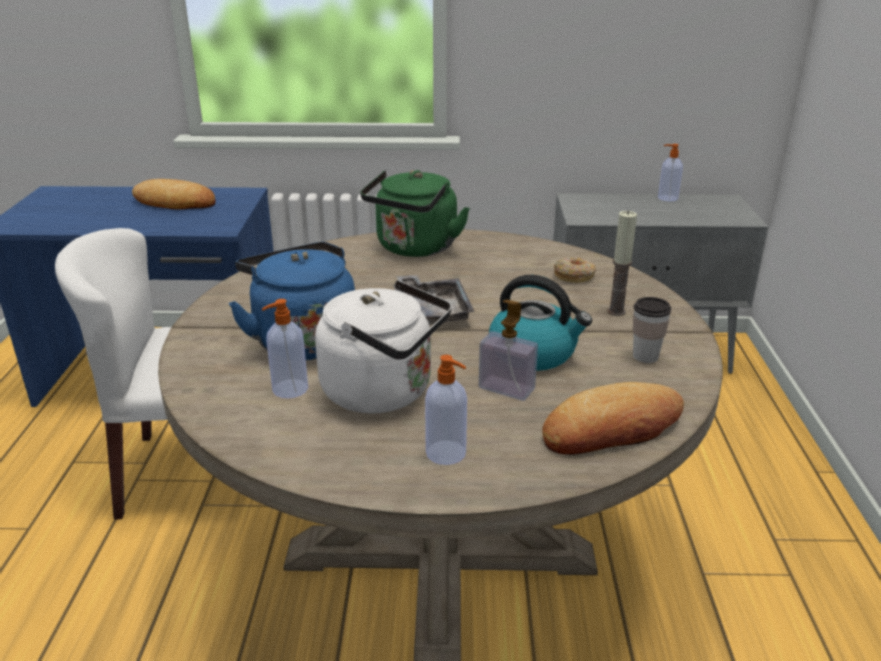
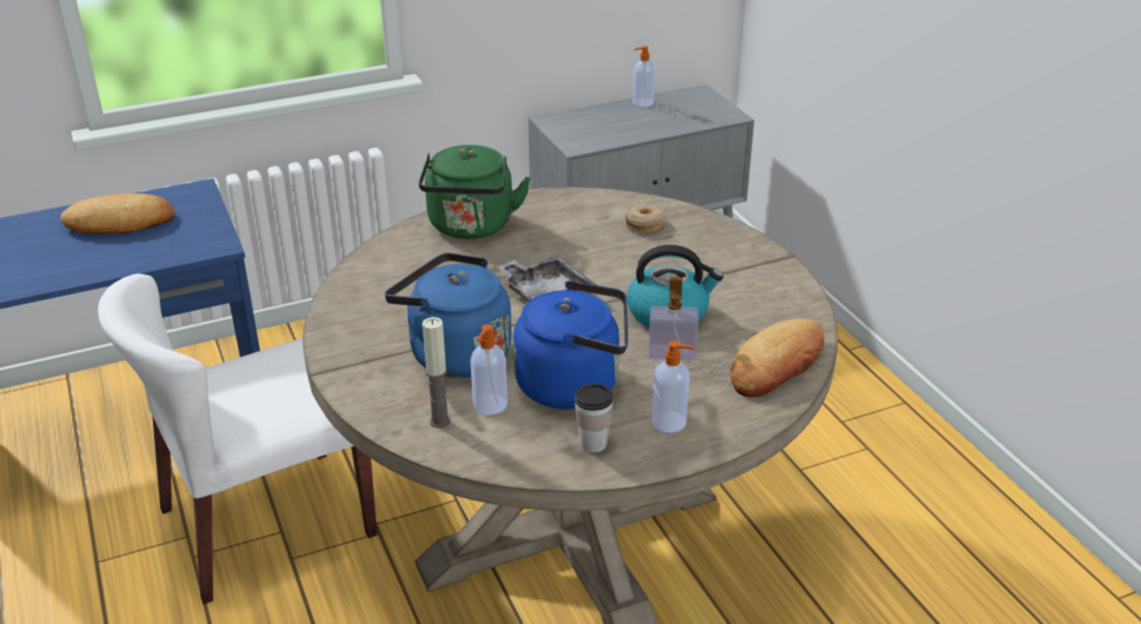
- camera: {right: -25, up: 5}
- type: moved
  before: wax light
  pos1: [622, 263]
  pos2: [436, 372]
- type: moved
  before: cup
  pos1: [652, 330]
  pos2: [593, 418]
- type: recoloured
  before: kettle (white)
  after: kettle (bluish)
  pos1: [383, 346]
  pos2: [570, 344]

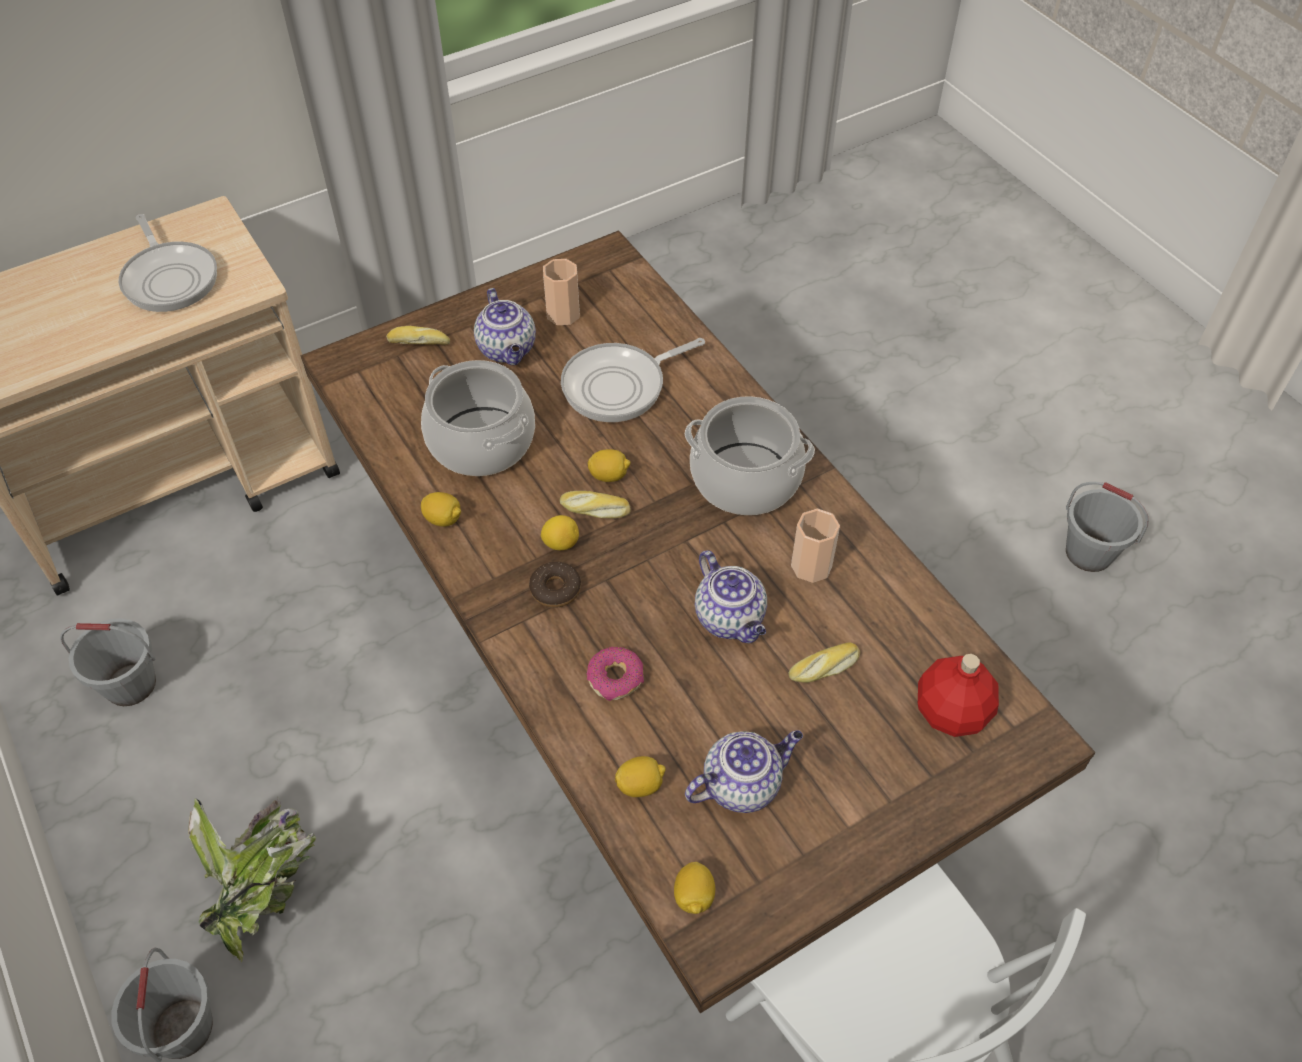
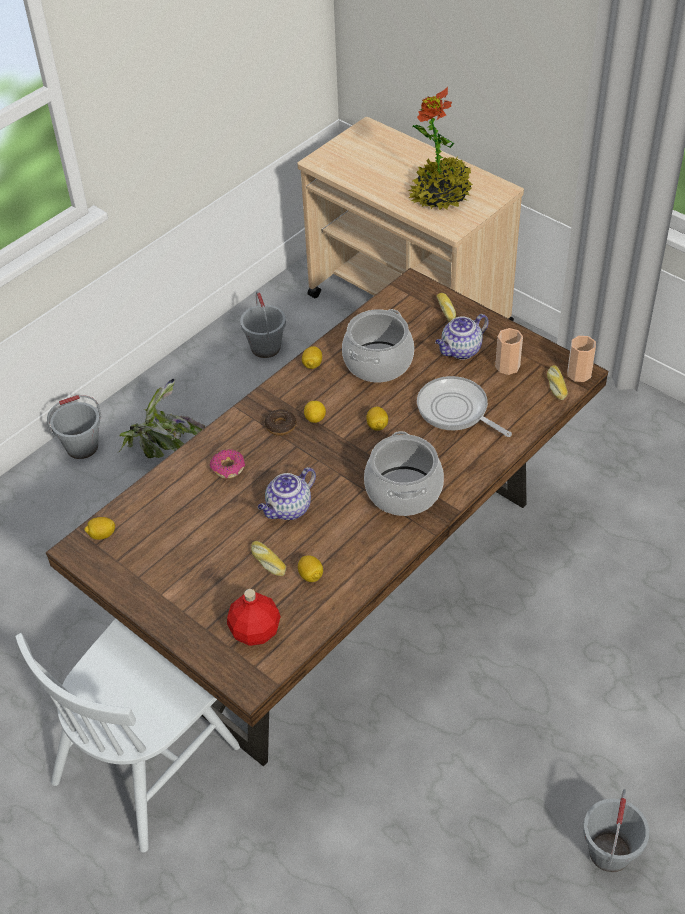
- camera: {right: 75, up: -5}
- type: removed
  before: pot for tea
  pos1: [744, 771]
- type: moved
  before: bakery bread
  pos1: [595, 505]
  pos2: [557, 382]
- type: moved
  before: citrus fruit
  pos1: [640, 776]
  pos2: [310, 568]
- type: moved
  before: cup
  pos1: [815, 546]
  pos2: [582, 359]
- type: replaced
  before: frying pan
  after: plant in a pot
  pos1: [167, 263]
  pos2: [440, 148]

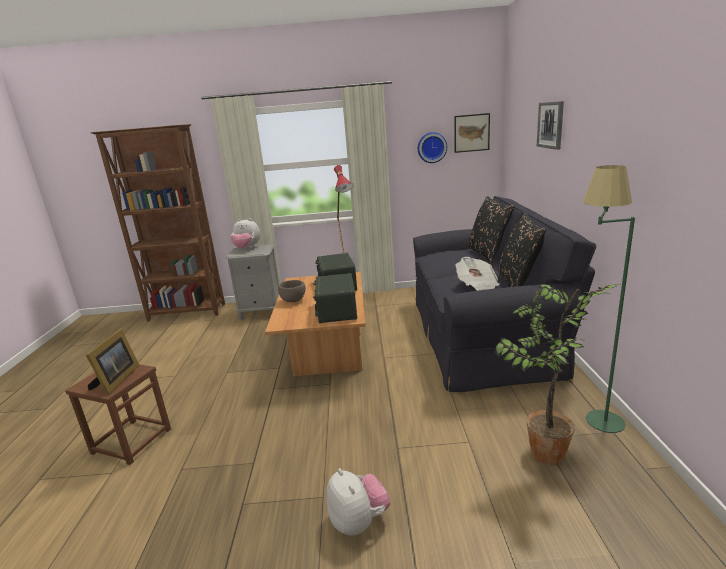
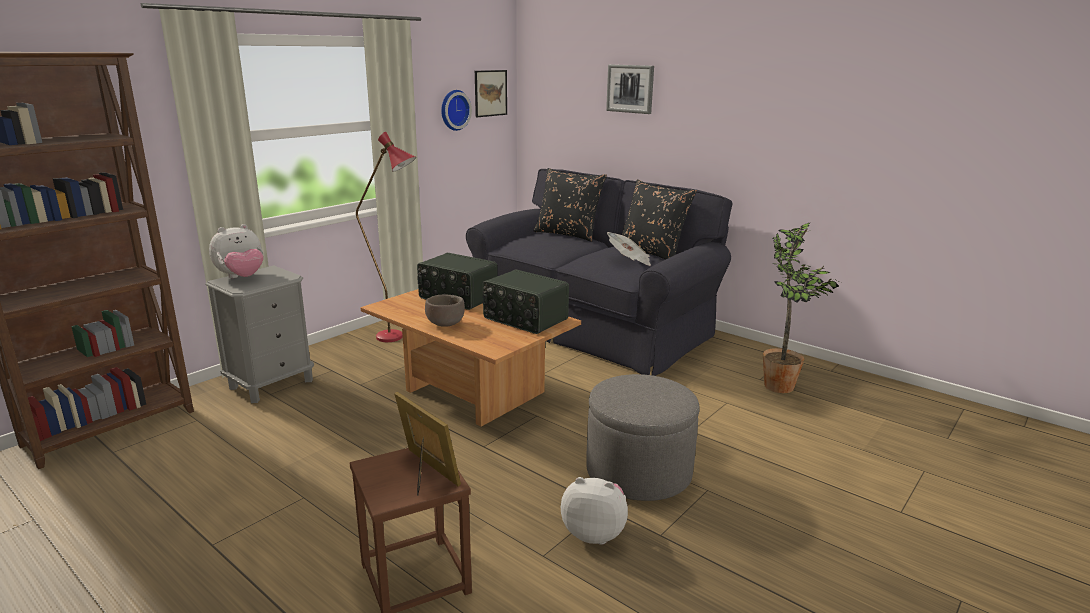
- camera: {right: -50, up: 0}
- type: removed
  before: standing lamp (green-coloured)
  pos1: [609, 299]
- type: added
  after: ottoman (gray)
  pos2: [643, 437]
- type: moved
  before: plush toy
  pos1: [358, 502]
  pos2: [594, 511]

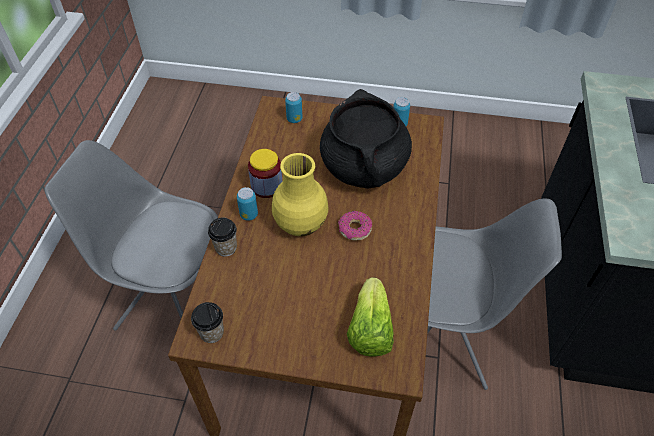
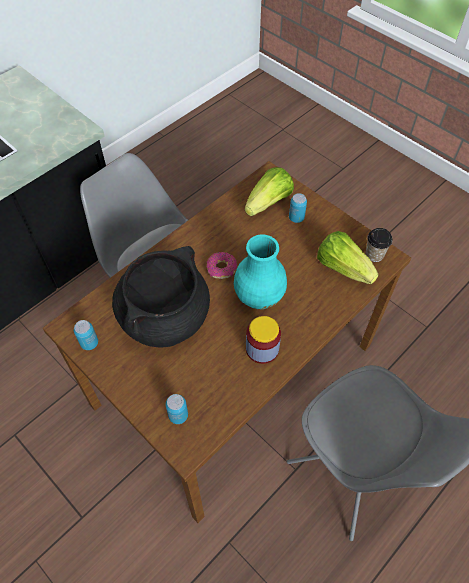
- camera: {right: -145, up: 5}
- type: removed
  before: cup
  pos1: [222, 237]
- type: added
  after: lettuce head
  pos2: [348, 257]
- type: moved
  before: metal can
  pos1: [247, 204]
  pos2: [298, 208]
- type: recoloured
  before: decorative vase (yellowish)
  after: decorative vase (blue-green)
  pos1: [300, 194]
  pos2: [260, 271]

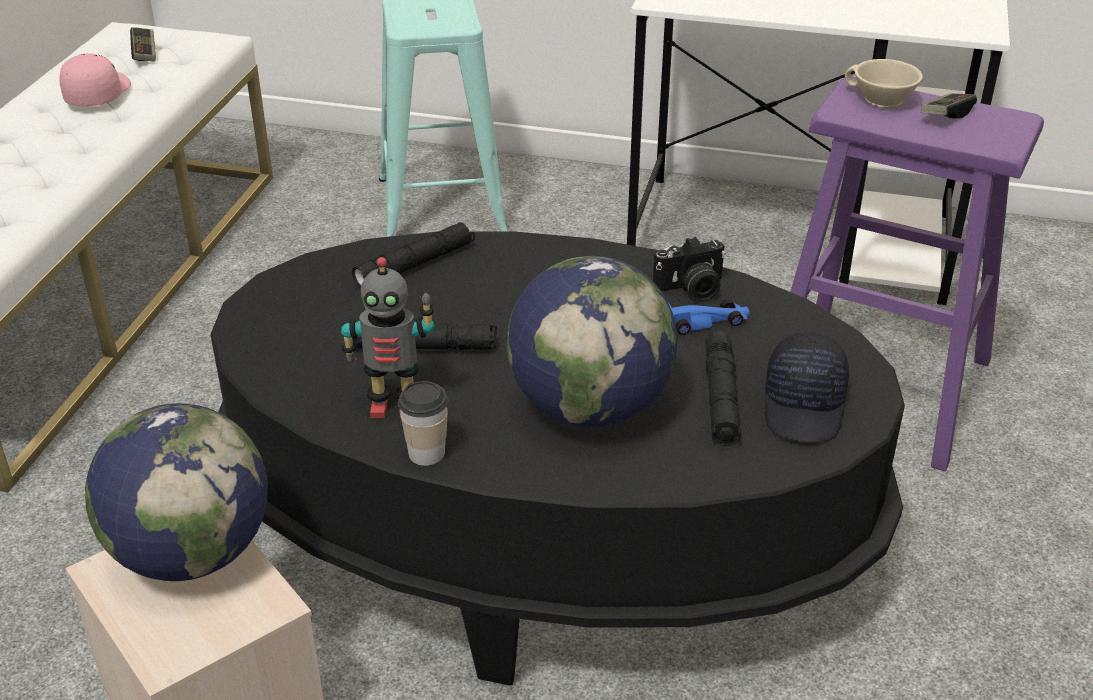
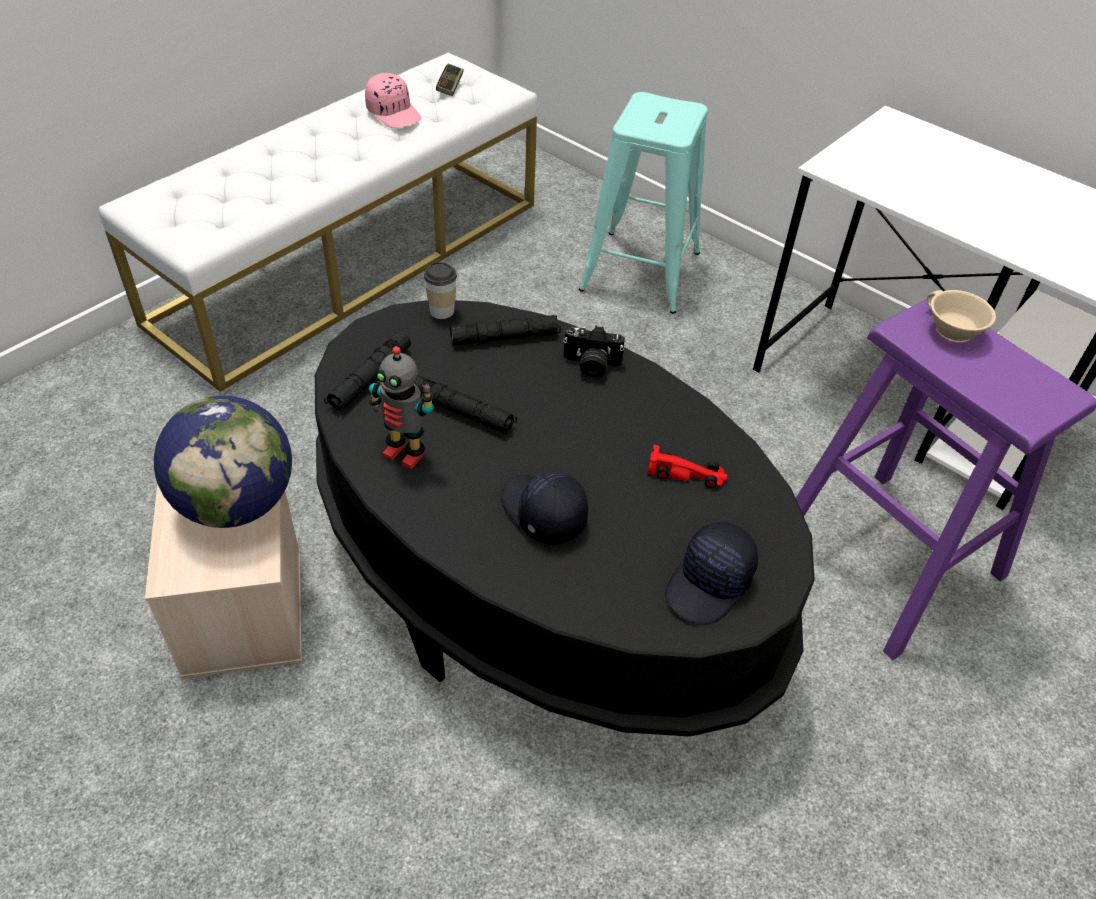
- camera: {right: 25, up: 10}
- type: removed
  before: joypad
  pos1: [949, 106]
- type: moved
  before: cup
  pos1: [423, 423]
  pos2: [440, 290]
- type: moved
  before: photo camera
  pos1: [689, 269]
  pos2: [594, 352]
- type: moved
  before: torch (black)
  pos1: [723, 387]
  pos2: [367, 372]
- type: replaced
  before: desk globe
  after: cap (black)
  pos1: [592, 341]
  pos2: [544, 508]
- type: recoloured
  before: model car (bluish)
  after: model car (red-coloured)
  pos1: [708, 317]
  pos2: [687, 466]
- type: turned
  before: cap (pink)
  pos1: [95, 80]
  pos2: [393, 100]
  turn: 105

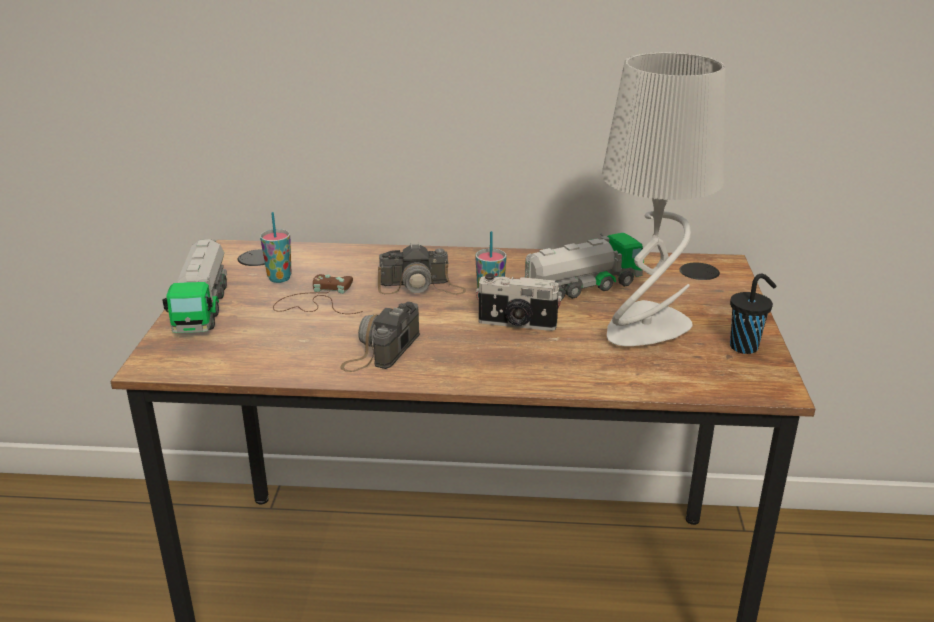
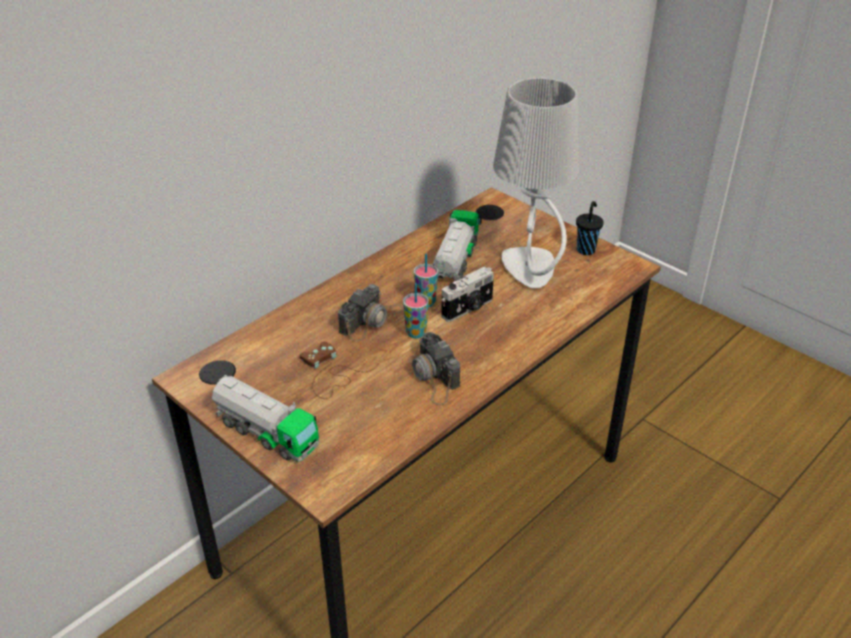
- camera: {right: -50, up: 10}
- type: moved
  before: cup
  pos1: [276, 247]
  pos2: [416, 310]

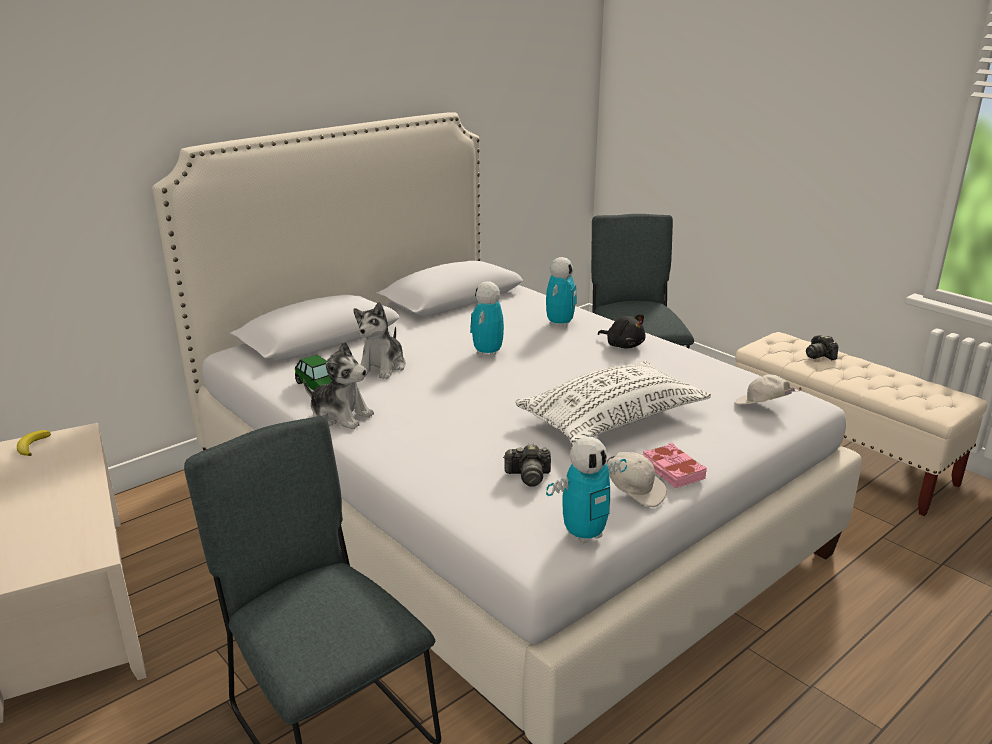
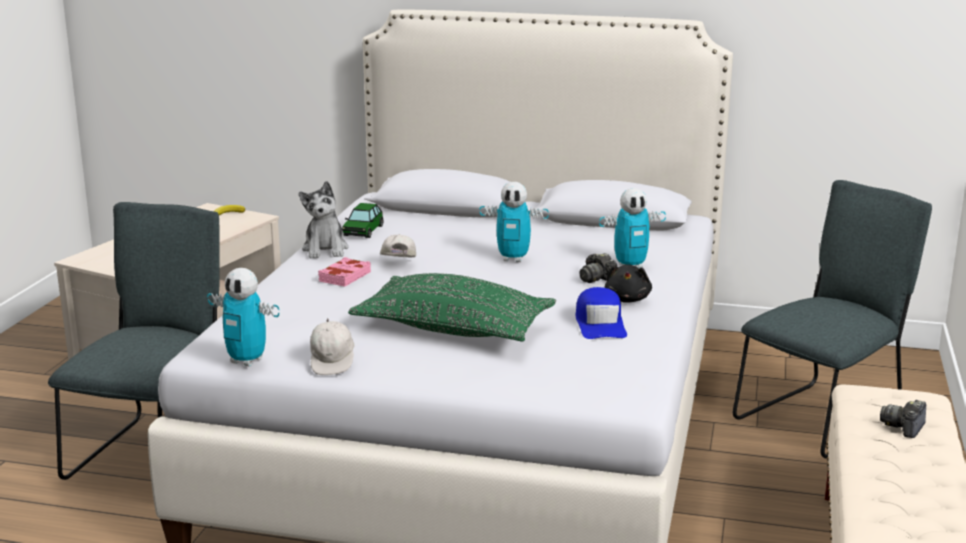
- camera: {right: 55, up: -5}
- type: removed
  before: plush toy
  pos1: [380, 340]
- type: added
  after: cap (bluish)
  pos2: [601, 313]
- type: moved
  before: photo camera
  pos1: [527, 465]
  pos2: [598, 268]
- type: moved
  before: book (pink)
  pos1: [675, 465]
  pos2: [344, 272]
- type: moved
  before: cap (white)
  pos1: [768, 389]
  pos2: [398, 246]
- type: recoloured
  before: throw pillow (white)
  after: throw pillow (green-coloured)
  pos1: [613, 403]
  pos2: [452, 307]
- type: turned
  before: robot figure
  pos1: [487, 319]
  pos2: [514, 222]
  turn: -150

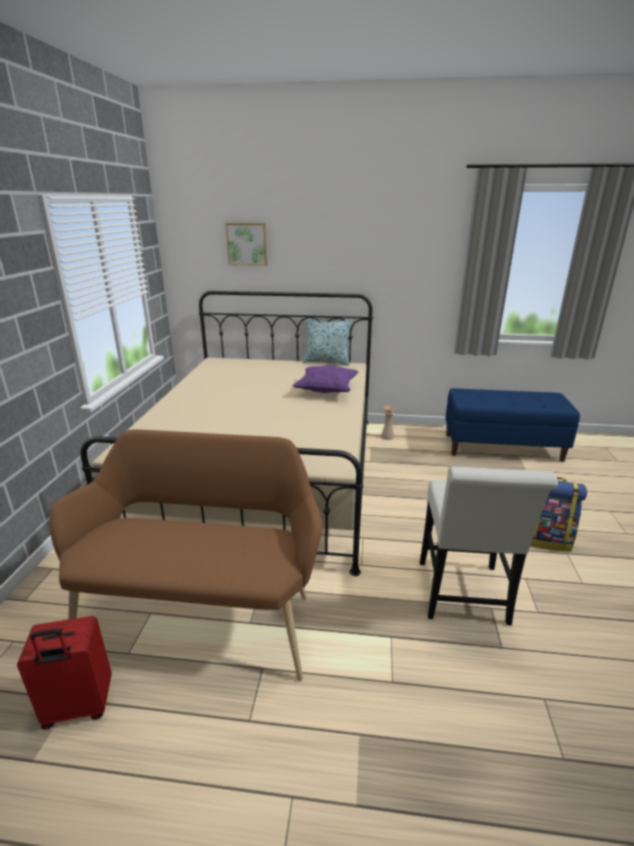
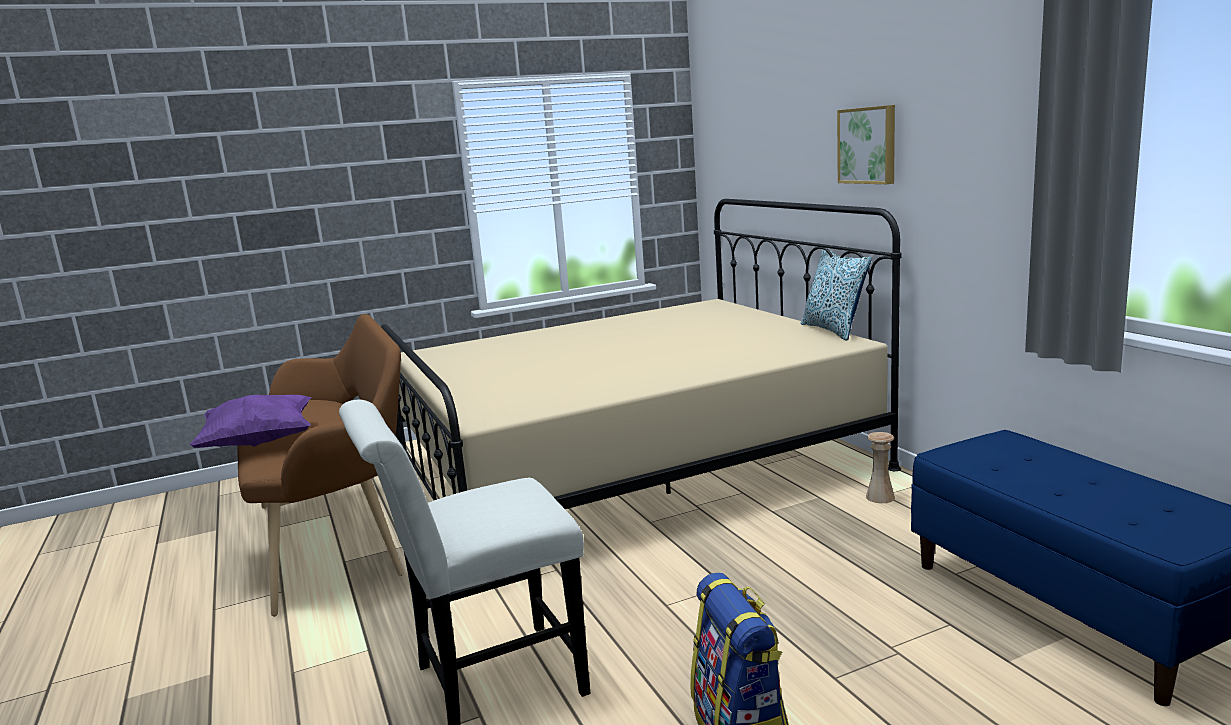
- camera: {right: 60, up: -10}
- type: removed
  before: travel case (red-coloured)
  pos1: [64, 673]
- type: moved
  before: wall art
  pos1: [247, 244]
  pos2: [866, 144]
- type: moved
  before: throw pillow (purple)
  pos1: [325, 379]
  pos2: [250, 421]

